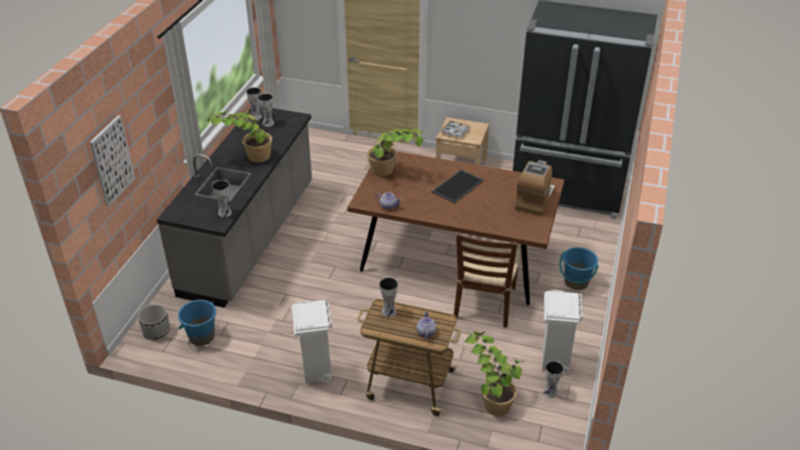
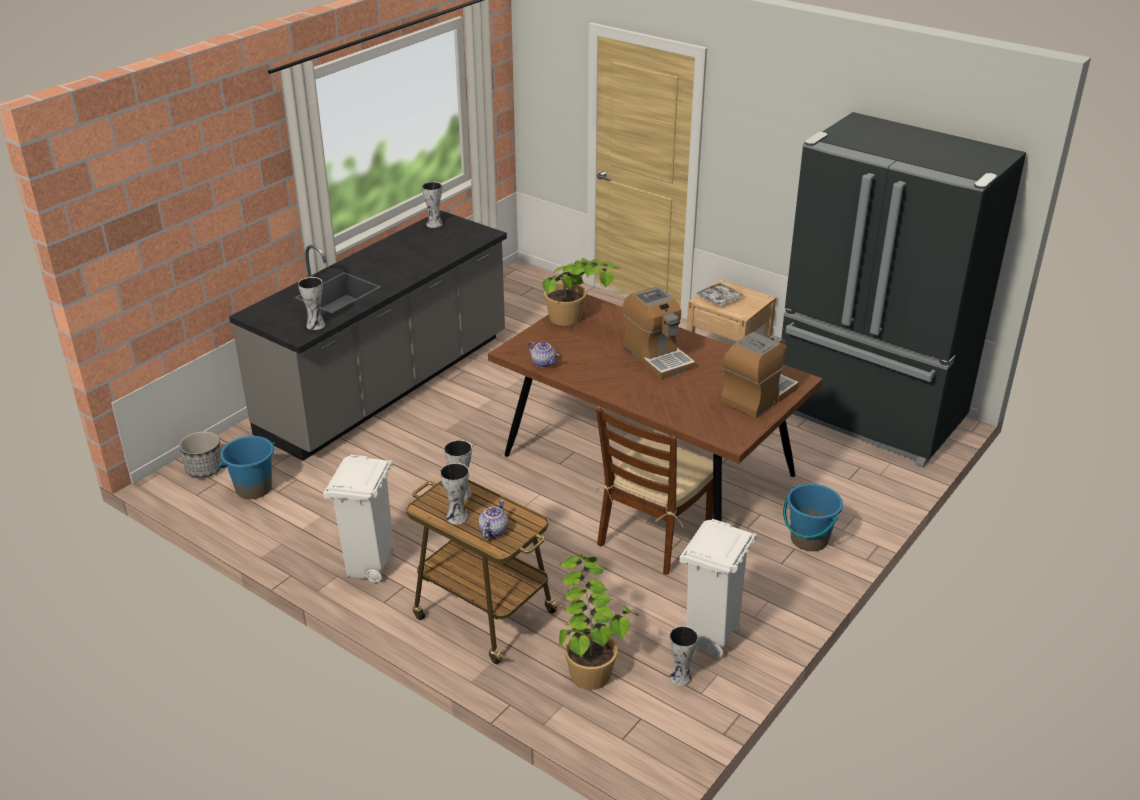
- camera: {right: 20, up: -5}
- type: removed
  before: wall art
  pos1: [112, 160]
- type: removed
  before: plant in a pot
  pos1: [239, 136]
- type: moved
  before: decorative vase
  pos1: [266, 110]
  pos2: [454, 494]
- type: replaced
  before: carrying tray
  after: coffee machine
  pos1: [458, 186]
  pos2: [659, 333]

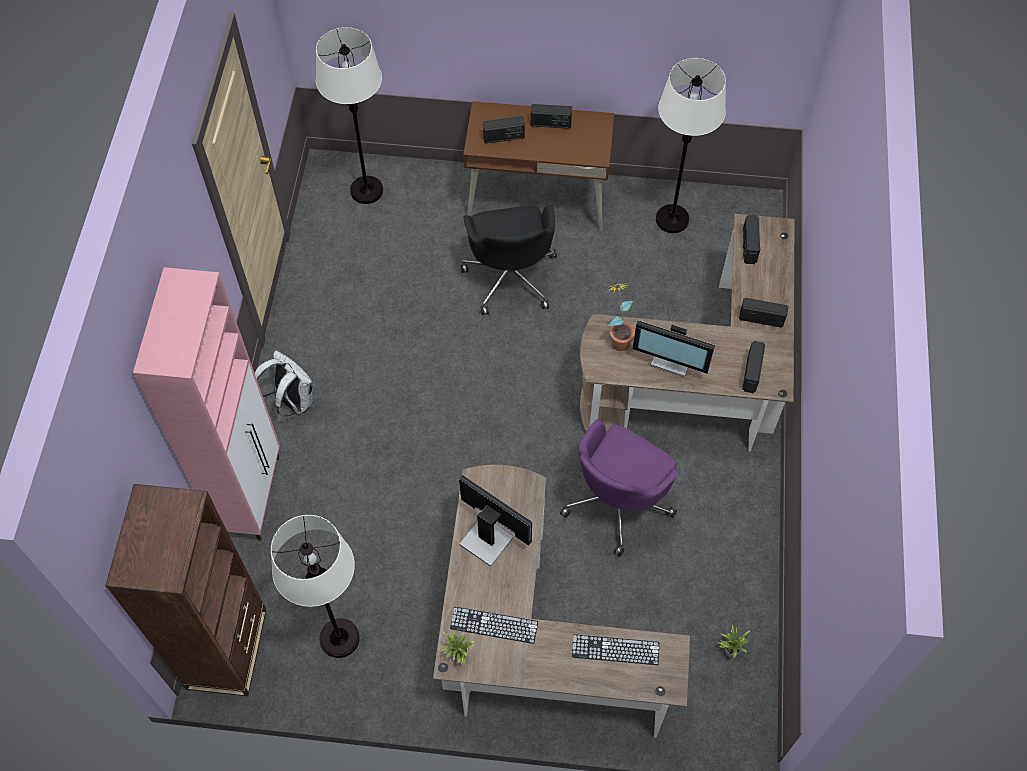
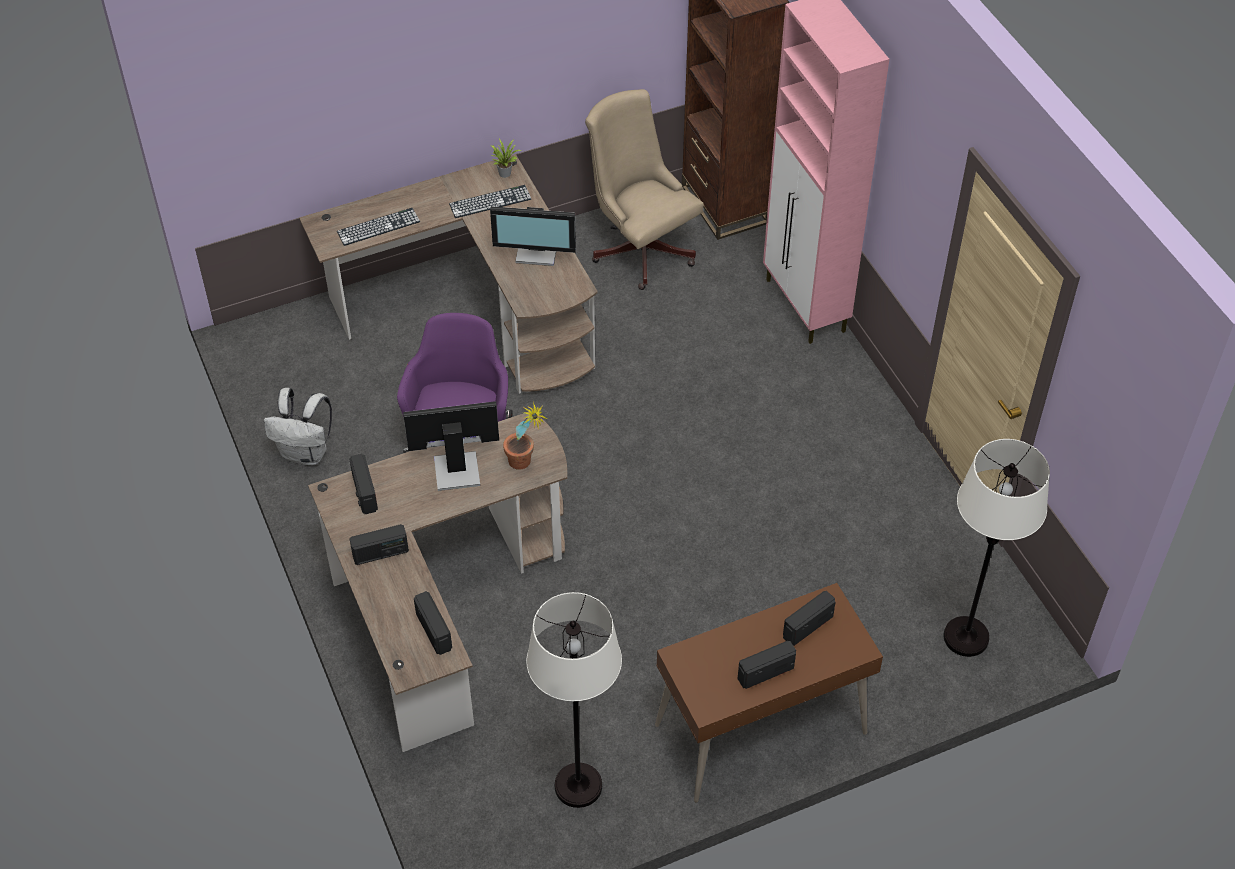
- camera: {right: 150, up: -10}
- type: removed
  before: computer chair (black)
  pos1: [509, 260]
- type: removed
  before: plant in a pot
  pos1: [734, 642]
- type: moved
  before: backpack (white)
  pos1: [285, 384]
  pos2: [298, 426]
- type: replaced
  before: standing lamp (white)
  after: computer chair (beige)
  pos1: [315, 586]
  pos2: [644, 189]

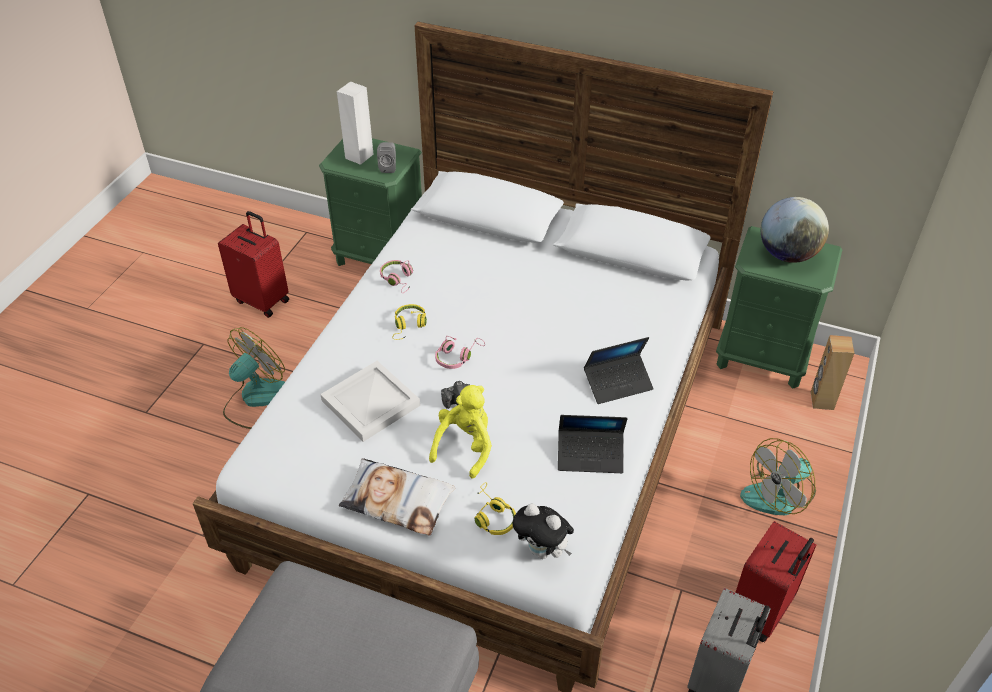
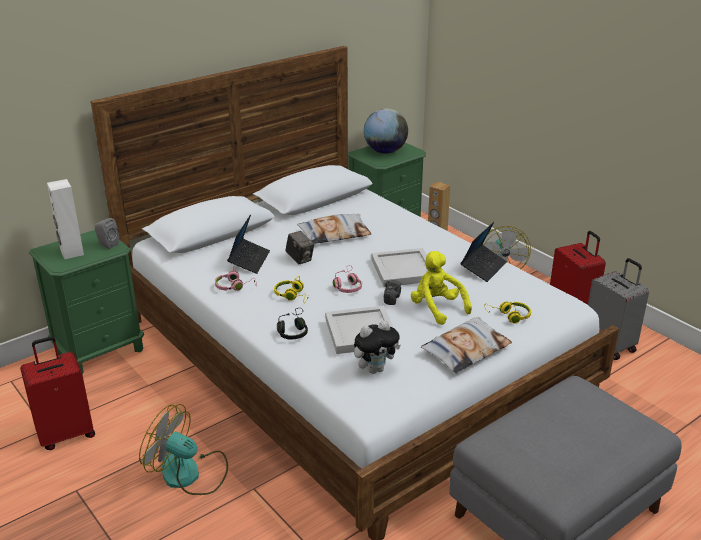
- camera: {right: -60, up: -15}
- type: added
  after: headphones (black)
  pos2: [292, 323]
- type: added
  after: photo camera
  pos2: [299, 247]
- type: added
  after: throw pillow
  pos2: [334, 229]
- type: added
  after: carrying tray (white)
  pos2: [399, 267]
- type: moved
  before: plush toy
  pos1: [543, 531]
  pos2: [377, 347]
- type: moved
  before: laptop
  pos1: [619, 370]
  pos2: [248, 244]
- type: turned
  before: cooling fan
  pos1: [254, 378]
  pos2: [183, 449]
  turn: -45

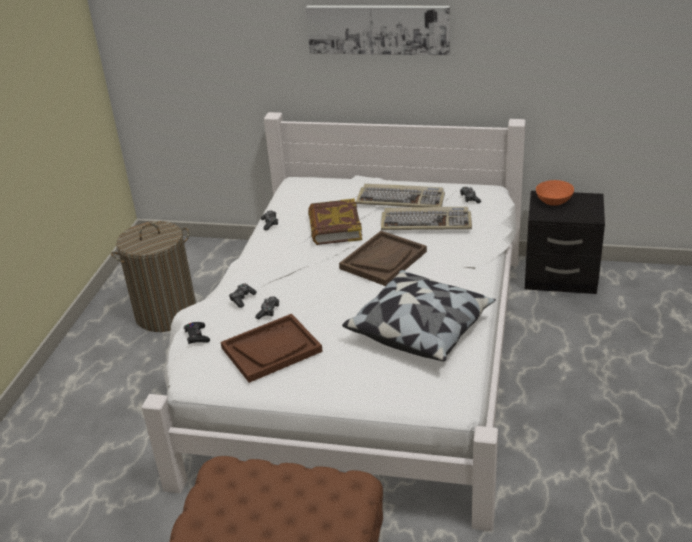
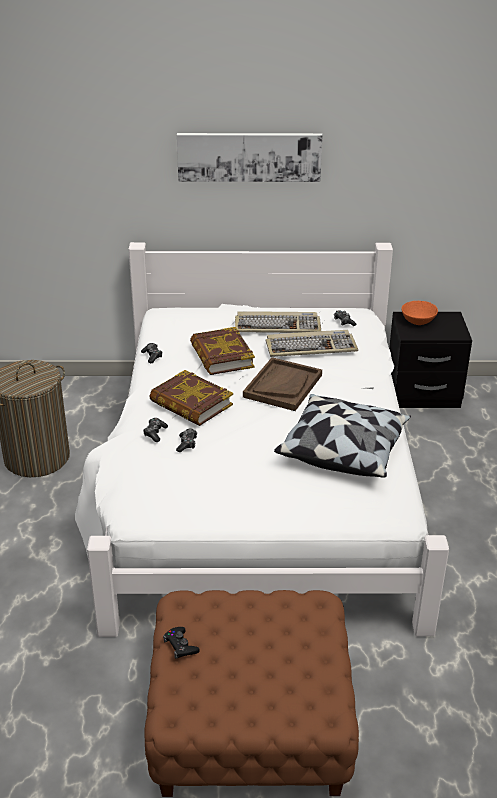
- camera: {right: -15, up: 0}
- type: removed
  before: carrying tray (brown)
  pos1: [272, 348]
- type: added
  after: book
  pos2: [191, 398]
- type: moved
  before: joypad (black)
  pos1: [197, 333]
  pos2: [181, 643]

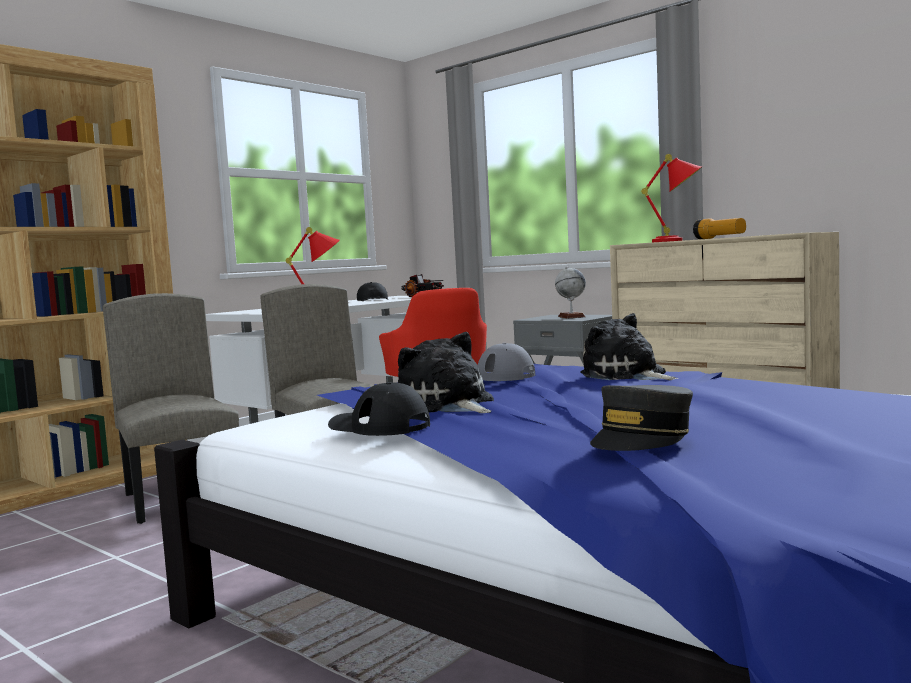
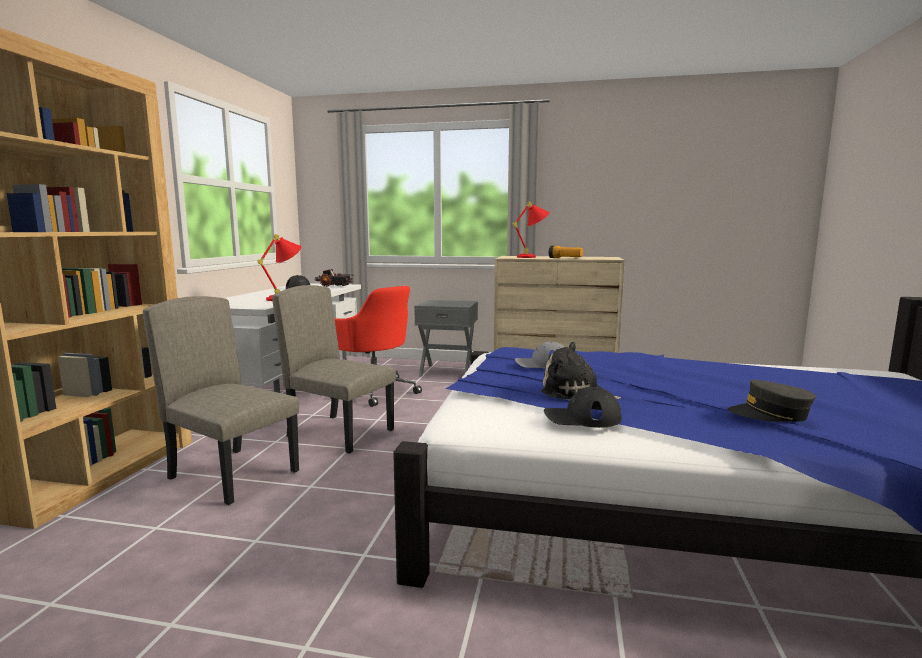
- camera: {right: -30, up: 5}
- type: removed
  before: desk globe
  pos1: [570, 292]
- type: removed
  before: plush toy
  pos1: [629, 346]
- type: turned
  before: cap (gray)
  pos1: [641, 418]
  pos2: [772, 400]
  turn: 90

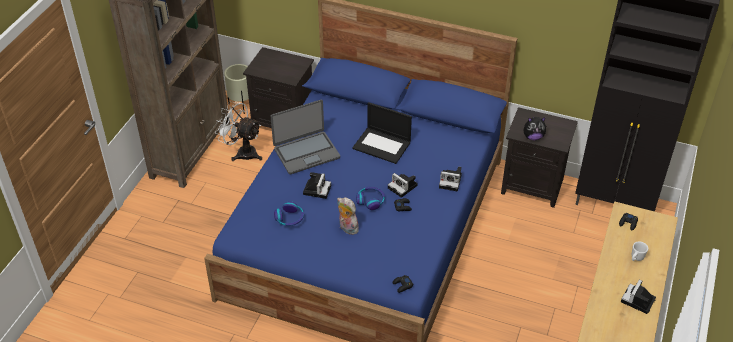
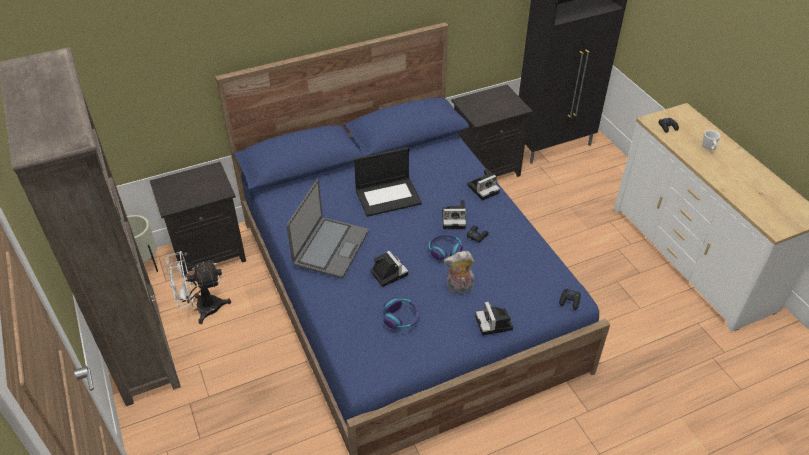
- camera: {right: -45, up: 0}
- type: removed
  before: plush toy
  pos1: [535, 128]
- type: moved
  before: photo camera
  pos1: [638, 297]
  pos2: [494, 319]

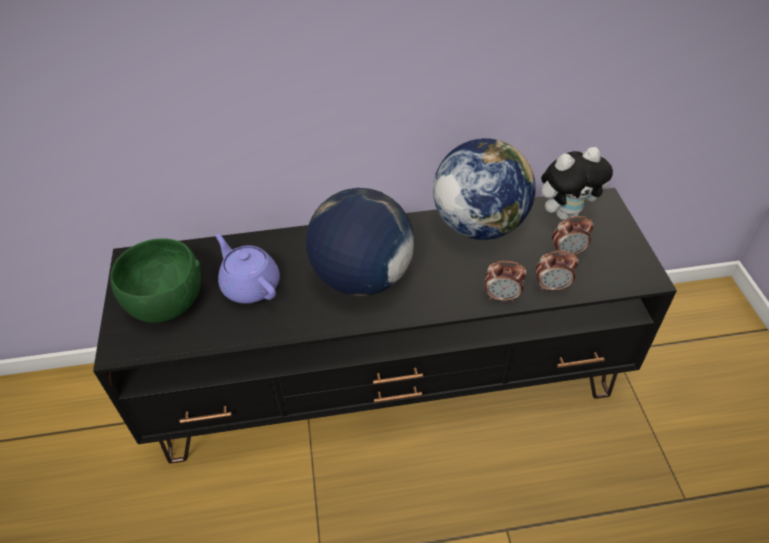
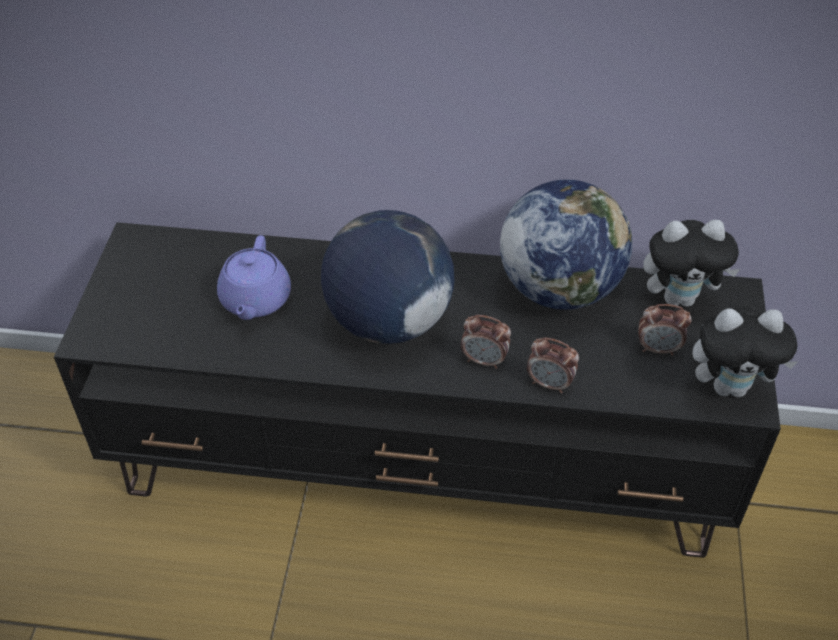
- camera: {right: 15, up: 0}
- type: removed
  before: deep dish (green-coloured)
  pos1: [155, 280]
- type: added
  after: plush toy
  pos2: [744, 352]
- type: moved
  before: bedside clock
  pos1: [557, 271]
  pos2: [486, 342]
- type: turned
  before: pot for tea (purple)
  pos1: [248, 269]
  pos2: [254, 277]
  turn: -150

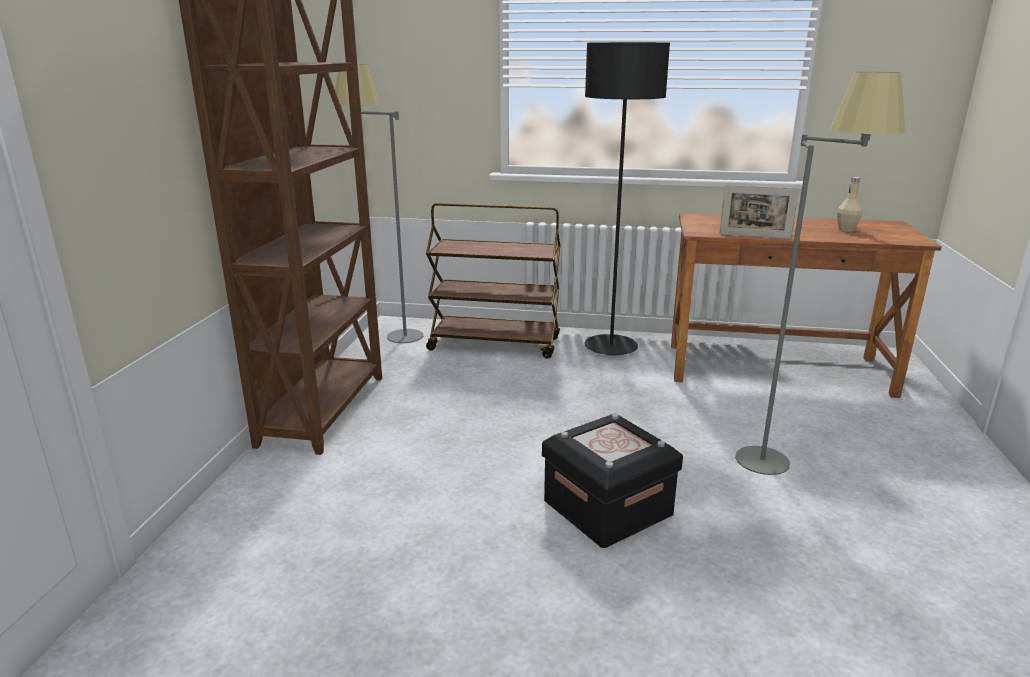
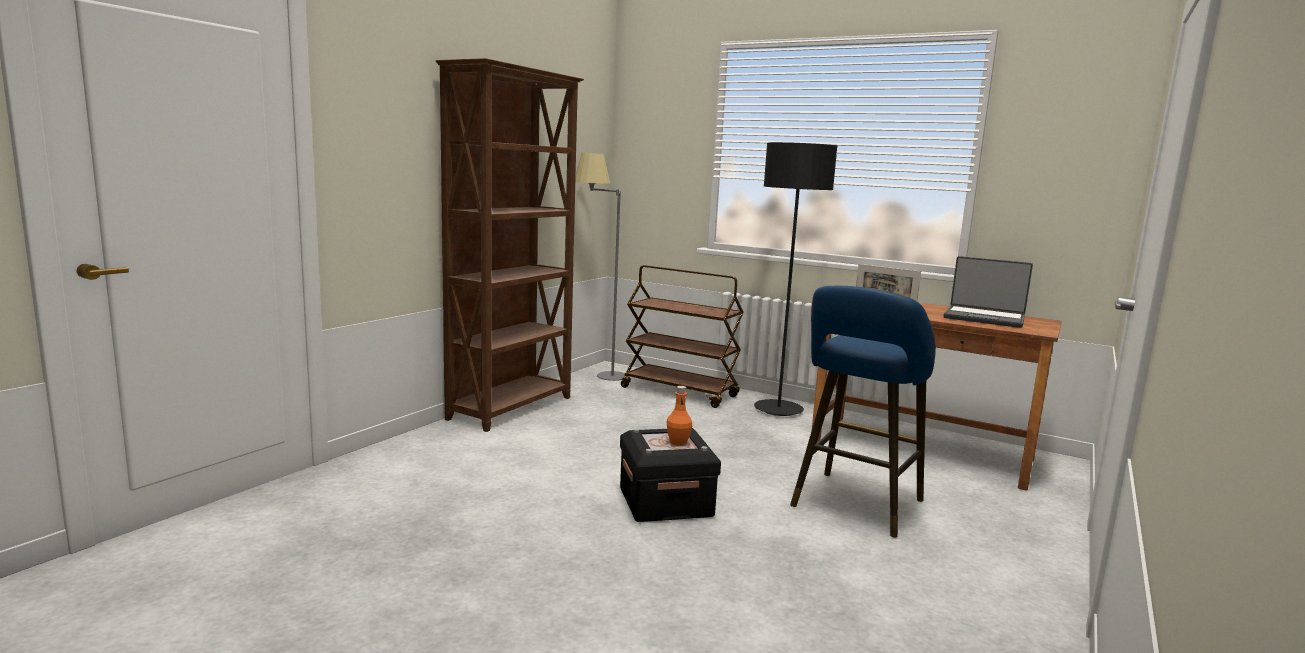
- camera: {right: 20, up: -10}
- type: added
  after: bottle (orange-coloured)
  pos2: [679, 416]
- type: replaced
  before: standing lamp (gray)
  after: stool seat (bluish)
  pos1: [820, 273]
  pos2: [863, 412]
- type: replaced
  before: bottle (beige)
  after: laptop
  pos1: [849, 204]
  pos2: [988, 292]

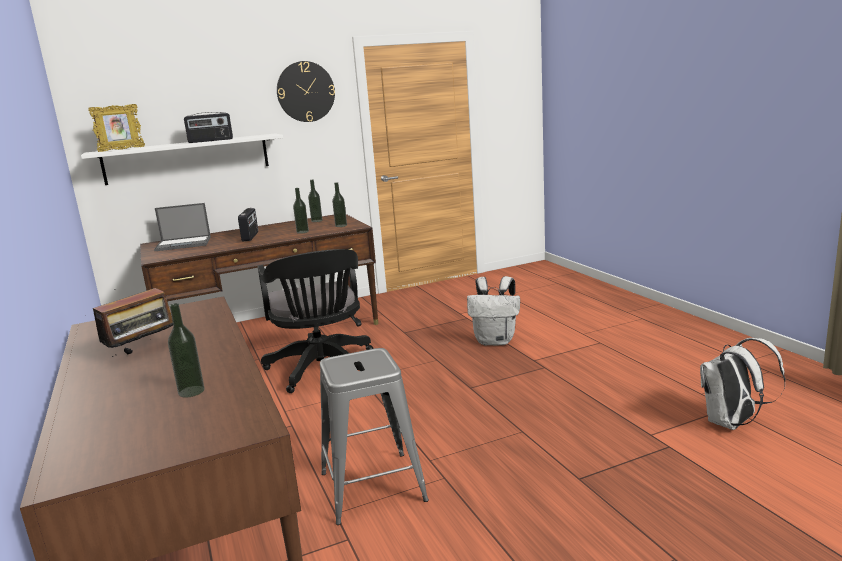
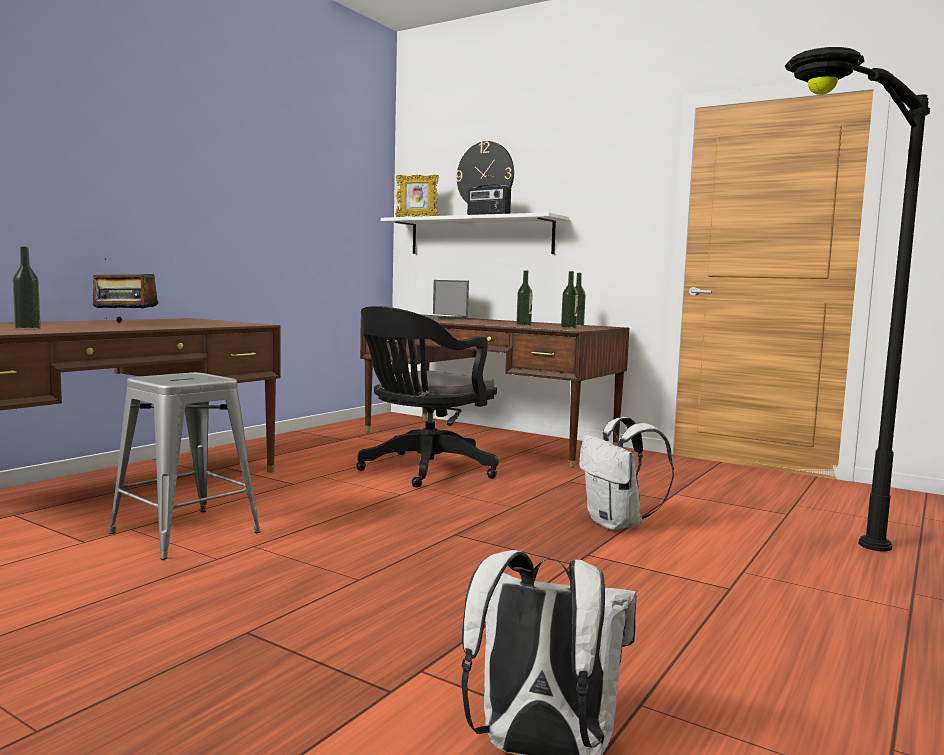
- camera: {right: 55, up: -10}
- type: removed
  before: radio set
  pos1: [248, 225]
- type: added
  after: standing lamp (black)
  pos2: [857, 299]
- type: moved
  before: wall clock
  pos1: [306, 91]
  pos2: [485, 172]

